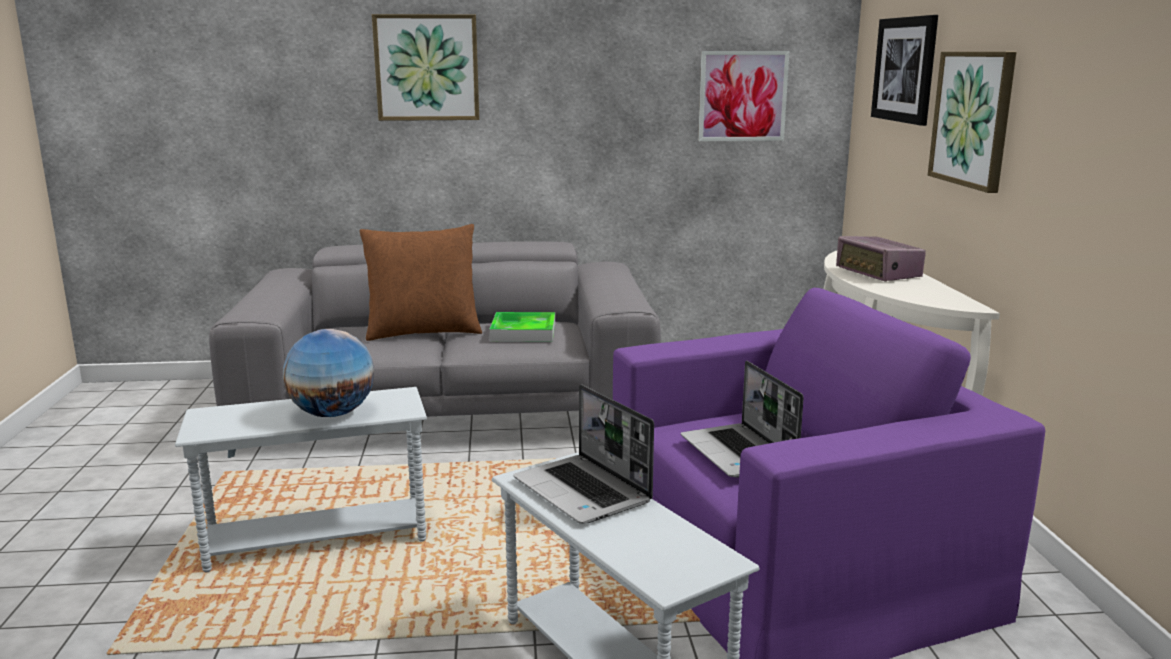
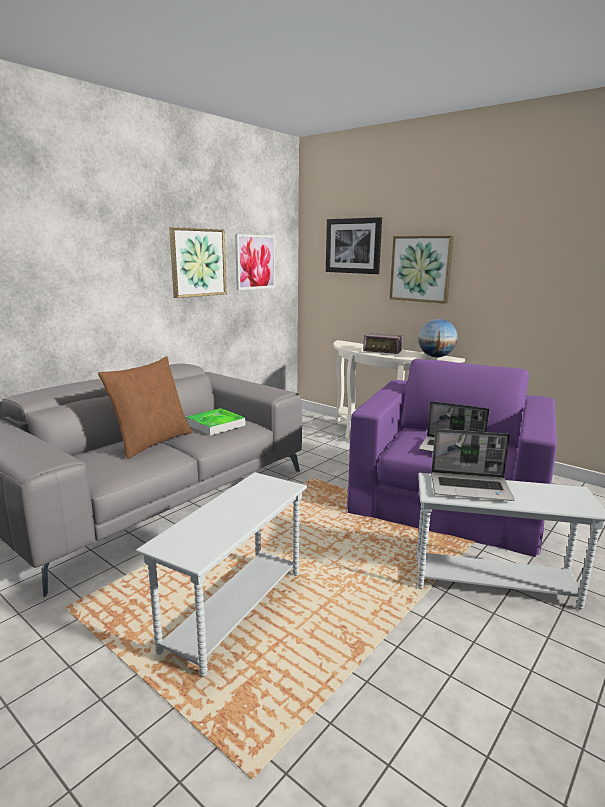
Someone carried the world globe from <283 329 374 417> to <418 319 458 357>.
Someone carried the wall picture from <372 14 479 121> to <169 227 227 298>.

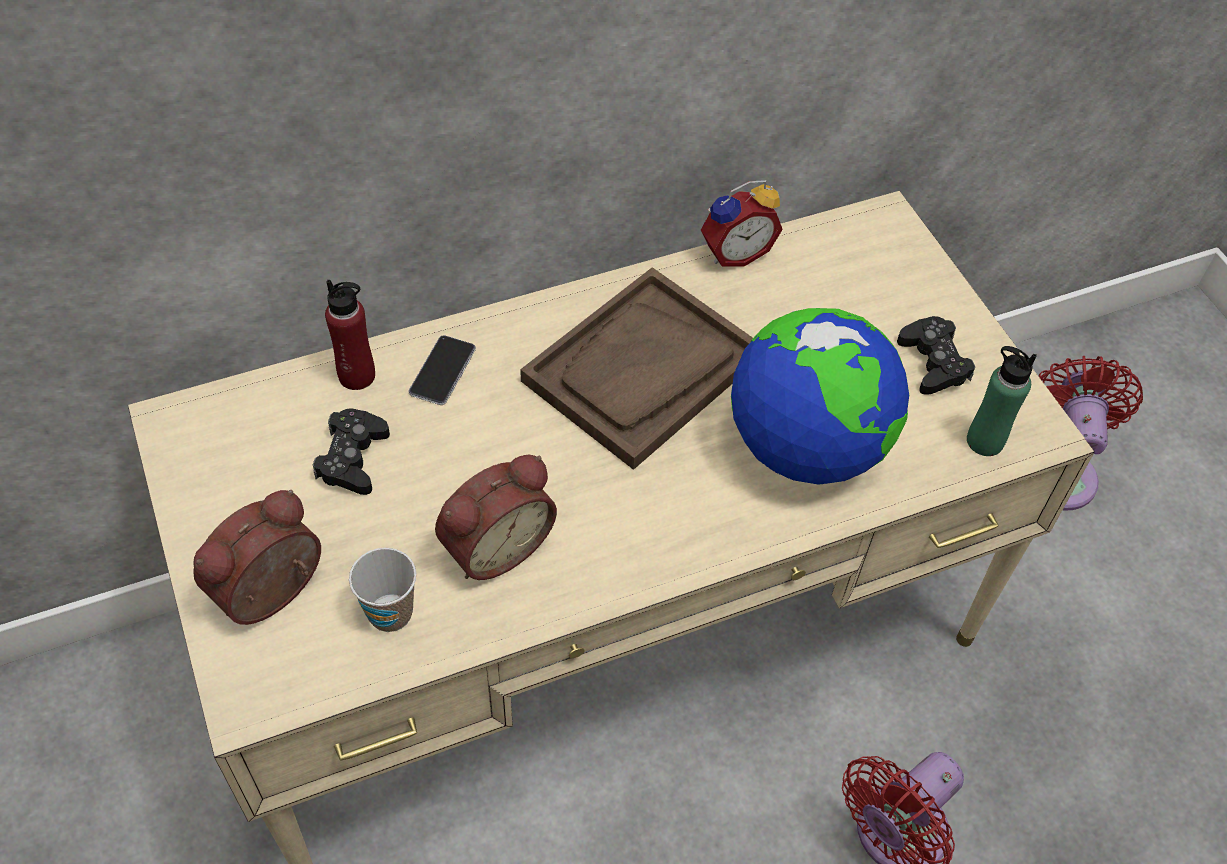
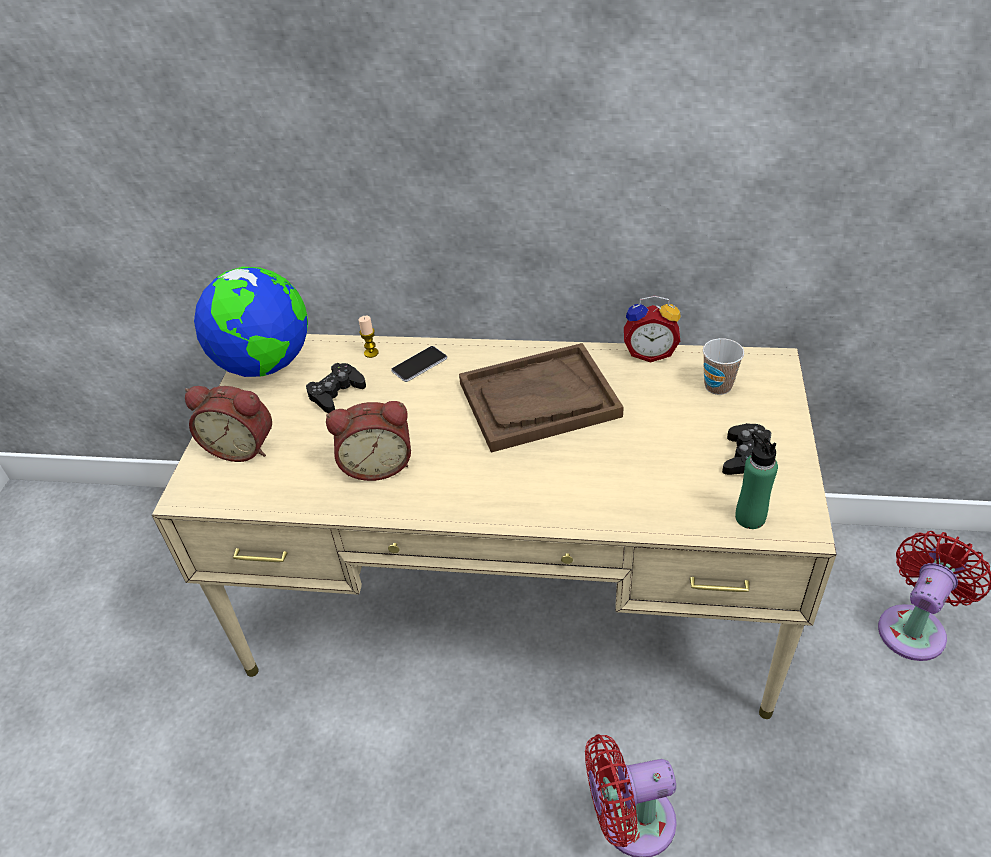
Someone carried the cup from <349 547 416 632> to <703 338 744 395>.
Someone carried the world globe from <731 308 909 485> to <194 267 308 377>.
Someone swapped the reddish drink bottle at <325 280 375 390> for the wax candle at <358 316 379 358>.
Someone rotated the bedside clock at <193 490 321 625> by 150 degrees counterclockwise.

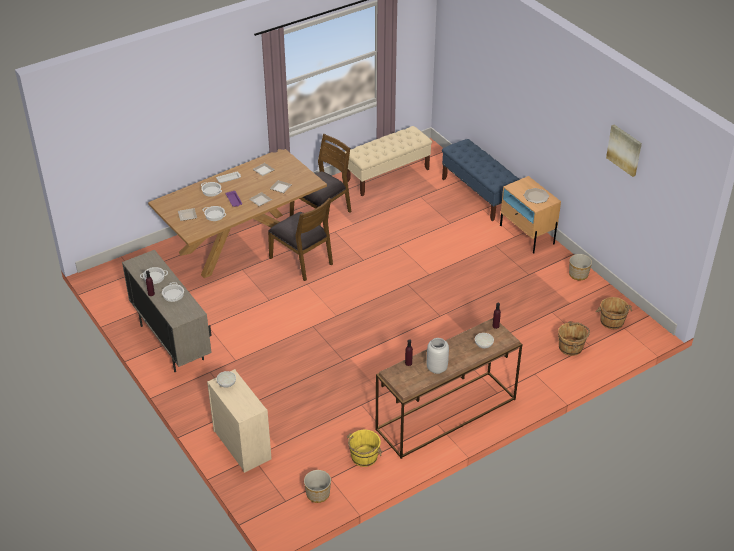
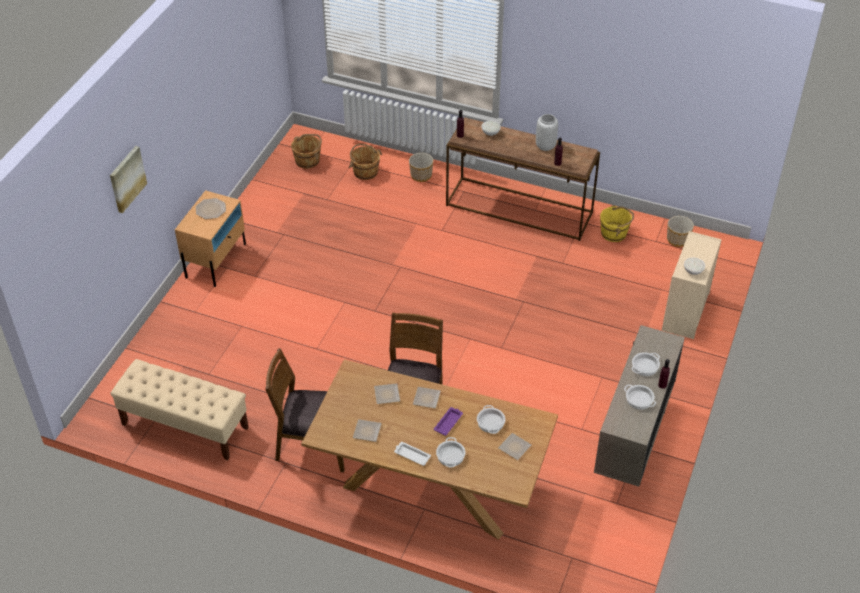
Someone took away the blue bench at <442 139 520 221>.
Someone carried the plant pot from <569 254 592 280> to <409 153 433 182>.
Someone carried the wall picture from <606 124 642 177> to <110 146 147 213>.

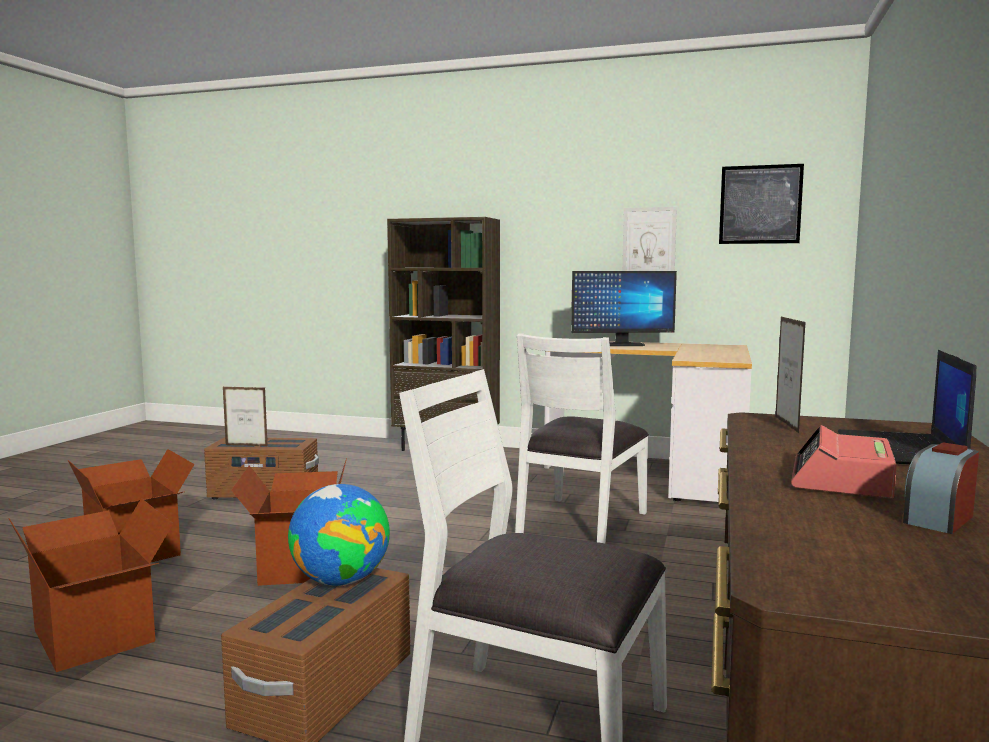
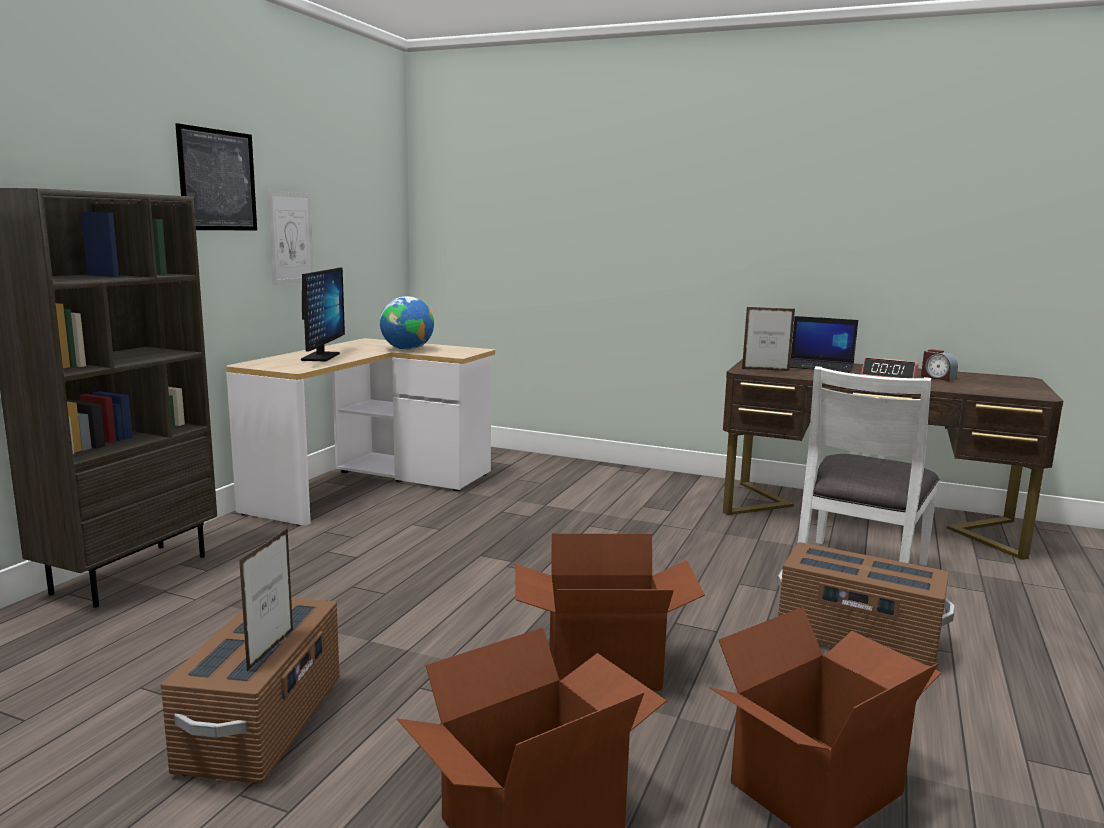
Someone took away the whitish plain chair at <515 333 649 544>.
Someone carried the world globe from <288 484 390 586> to <380 296 434 350>.
Someone carried the wall picture from <719 164 804 244> to <175 123 257 230>.

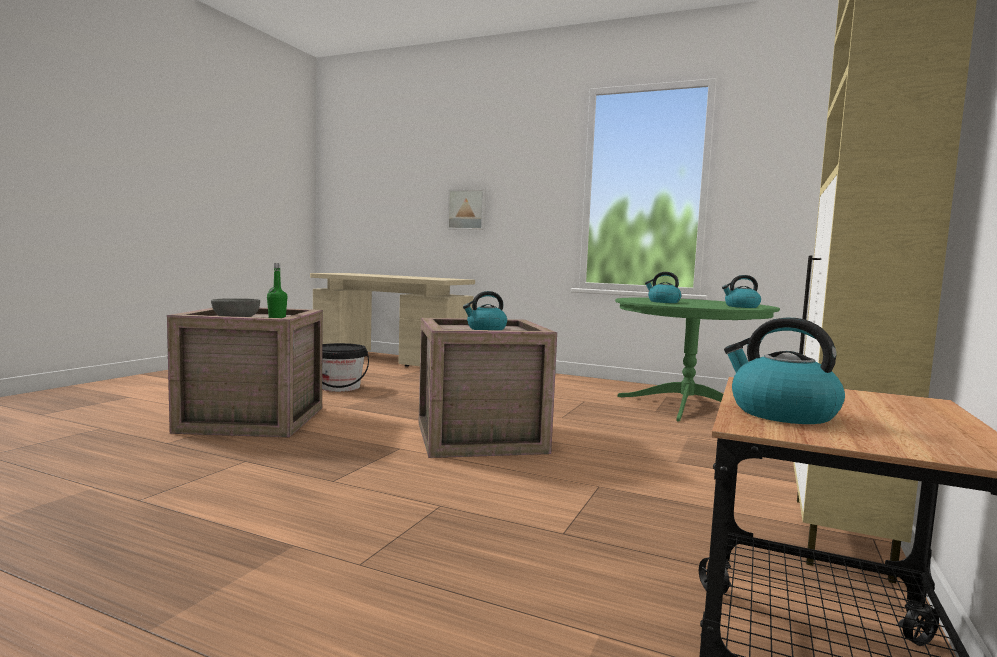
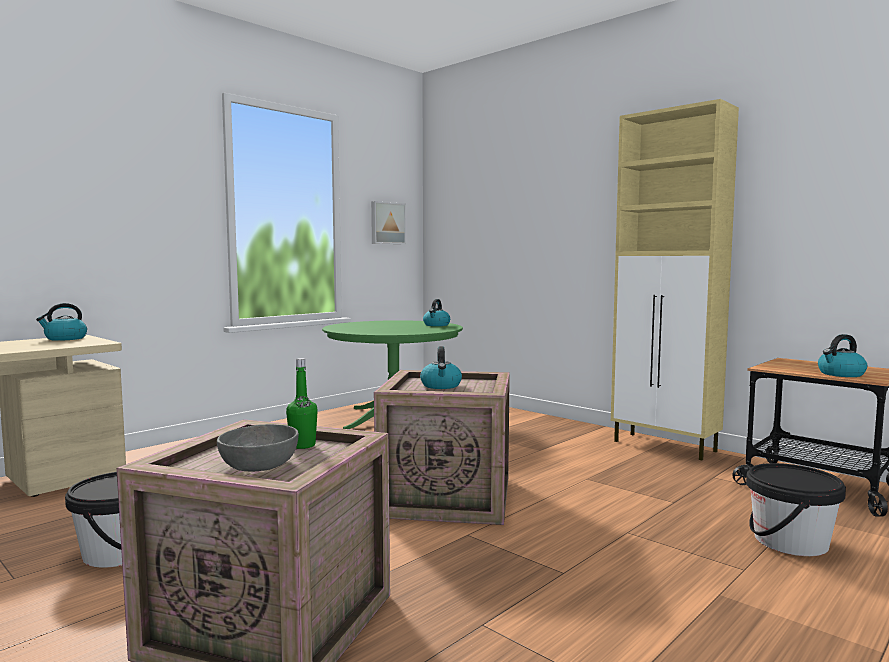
Someone put down the black water bucket at <746 463 846 556>.
Someone carried the wall picture from <447 189 486 230> to <371 201 406 244>.
Someone carried the tea kettle from <645 272 682 303> to <36 303 87 341>.

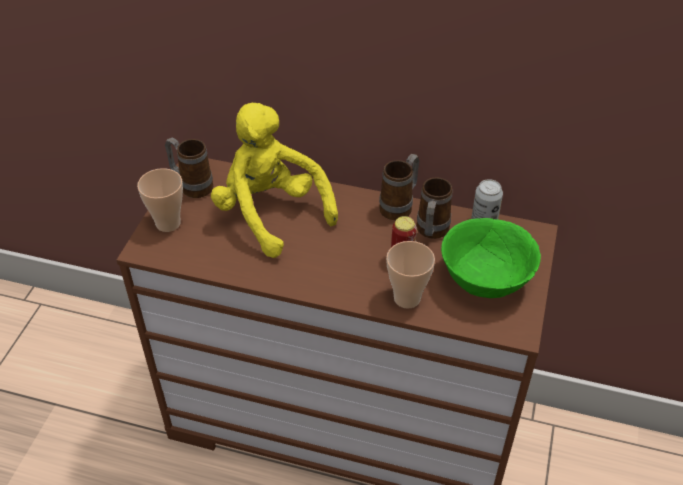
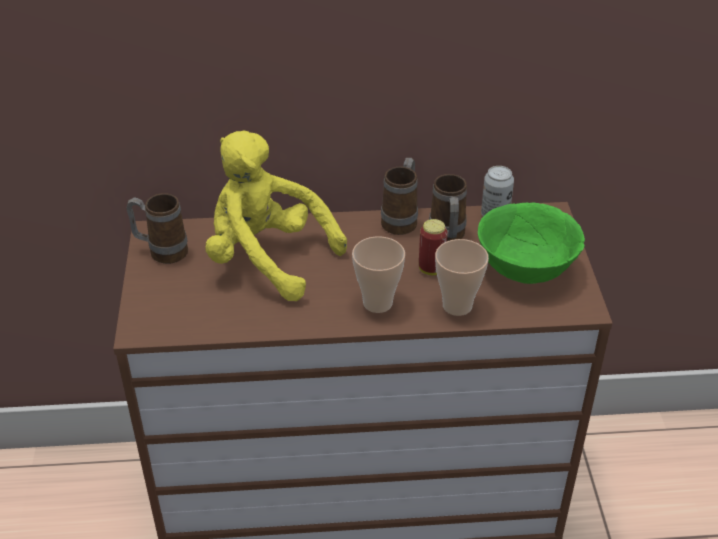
Someone carried the cup from <137 168 183 232> to <352 236 405 313>.

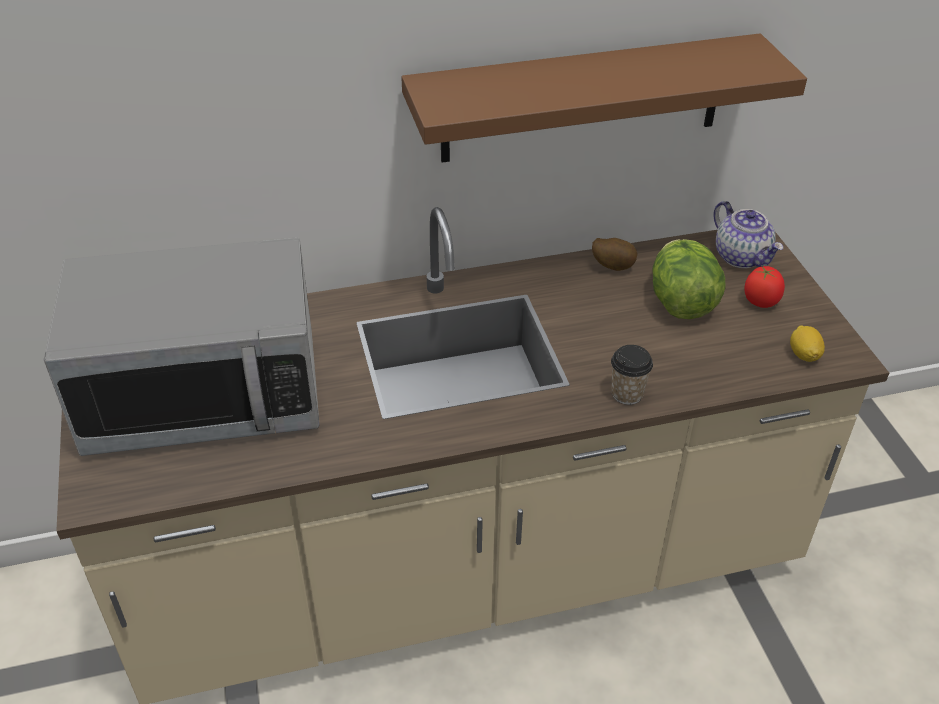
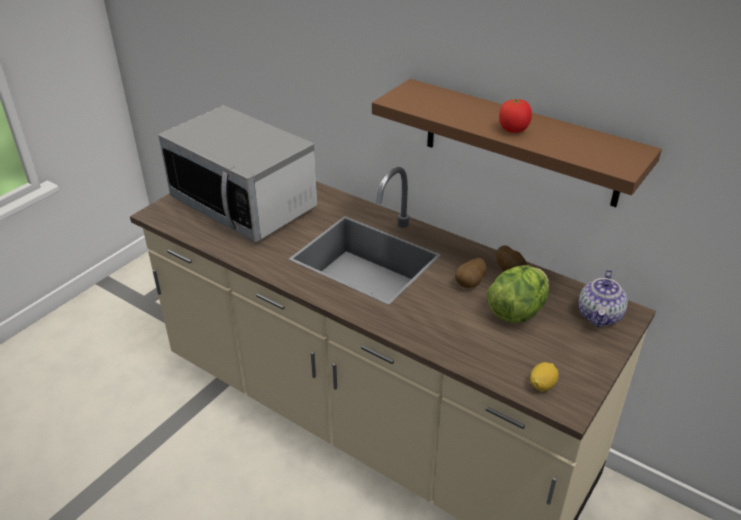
Someone took away the cup at <611 345 653 405>.
Someone put down the potato at <455 258 487 288>.
Someone carried the whole tomato from <744 266 785 308> to <499 98 532 133>.

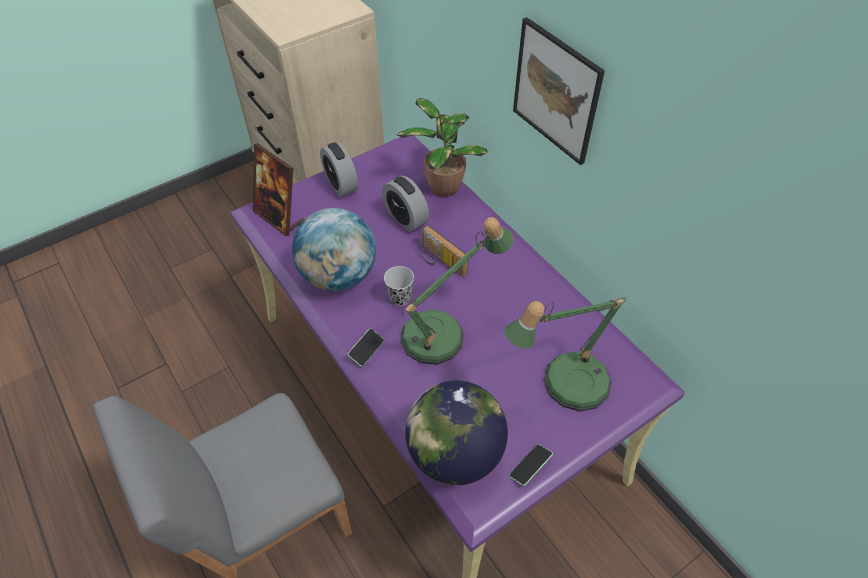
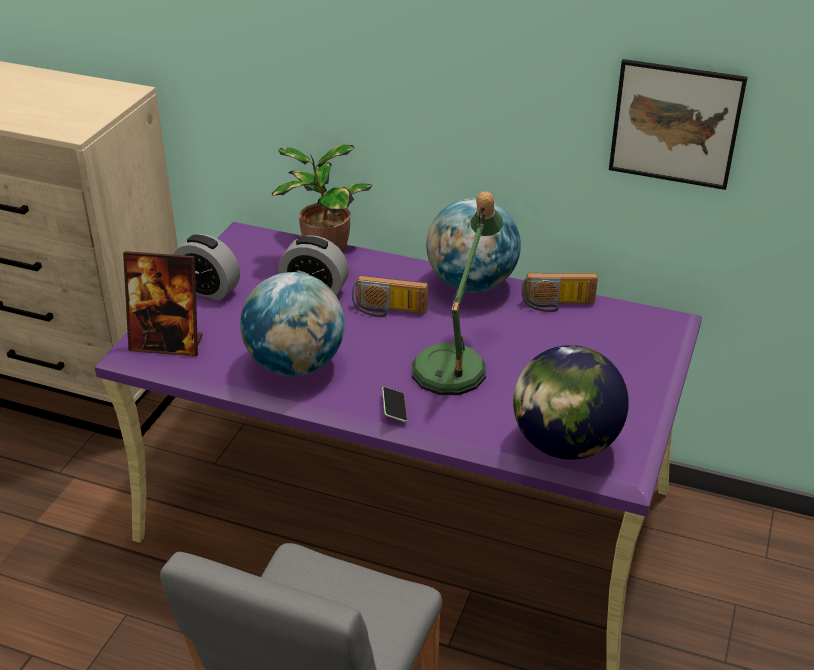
Someone took away the black cup at <384 266 414 306>.
Someone took away the table lamp at <504 298 626 412>.
Someone took away the handset at <509 444 553 486>.
Someone put down the world globe at <426 198 521 293>.
Someone put down the radio at <521 273 598 312>.
Someone carried the wall picture from <513 17 605 165> to <609 59 748 190>.

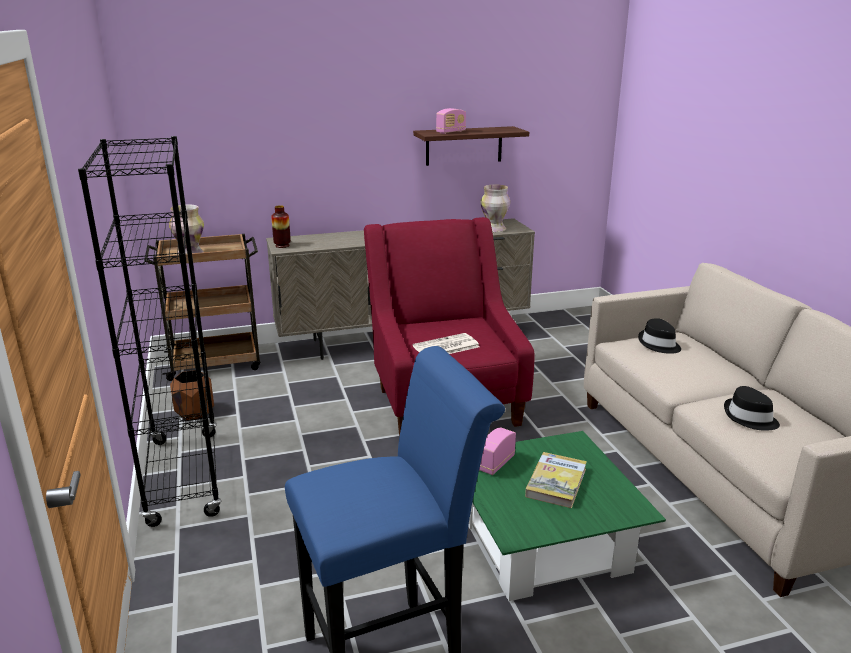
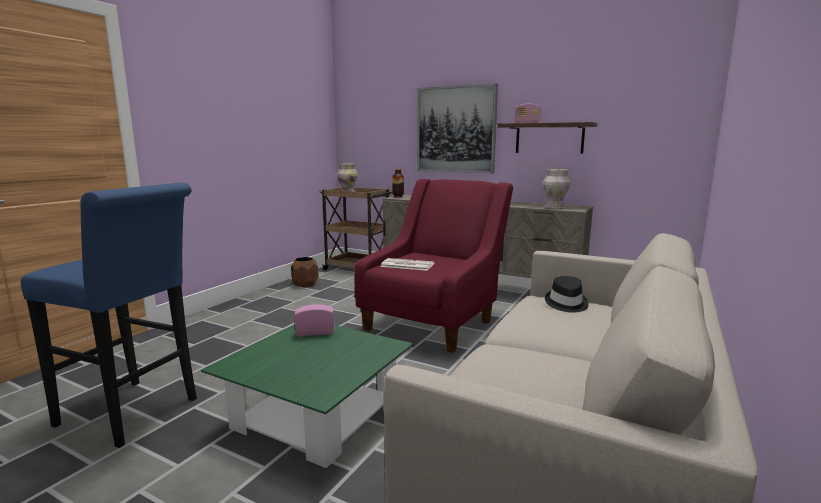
Someone took away the black bookcase at <78 136 222 527>.
Someone took away the bound book at <525 452 587 508>.
Someone took away the black wearable hat at <724 386 780 431>.
Someone put up the wall picture at <417 83 498 173>.

